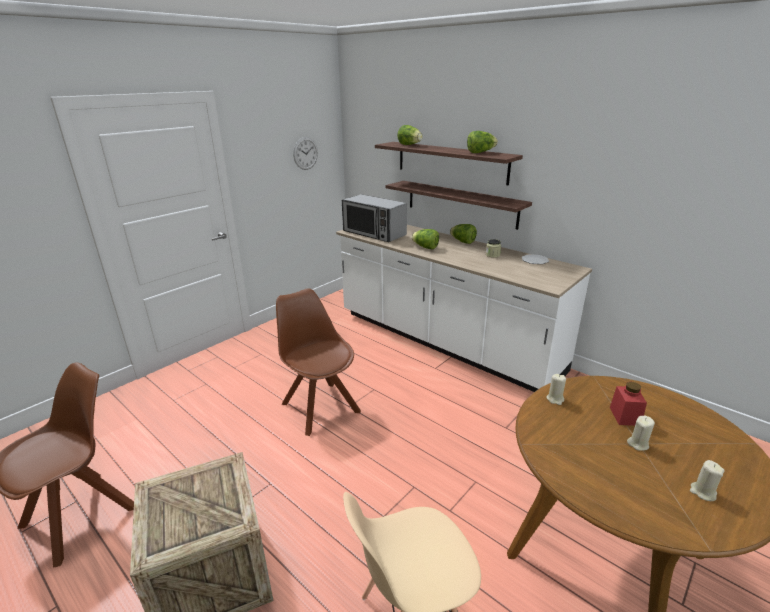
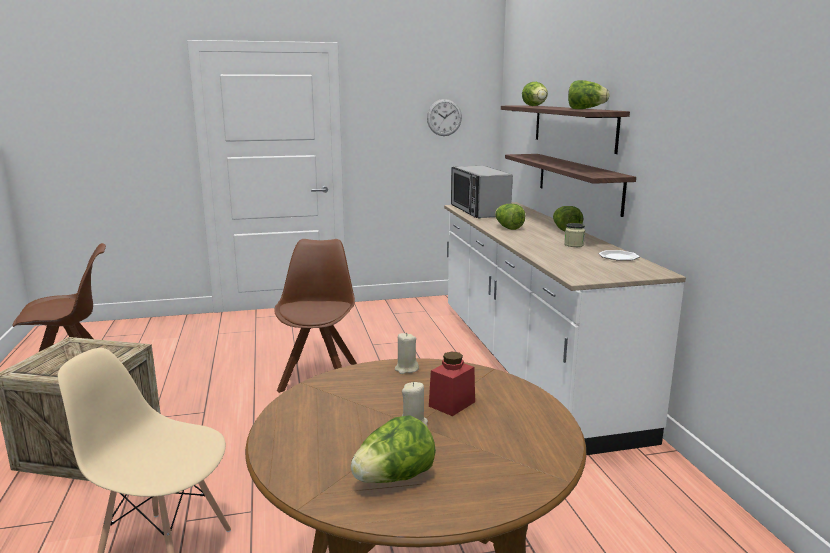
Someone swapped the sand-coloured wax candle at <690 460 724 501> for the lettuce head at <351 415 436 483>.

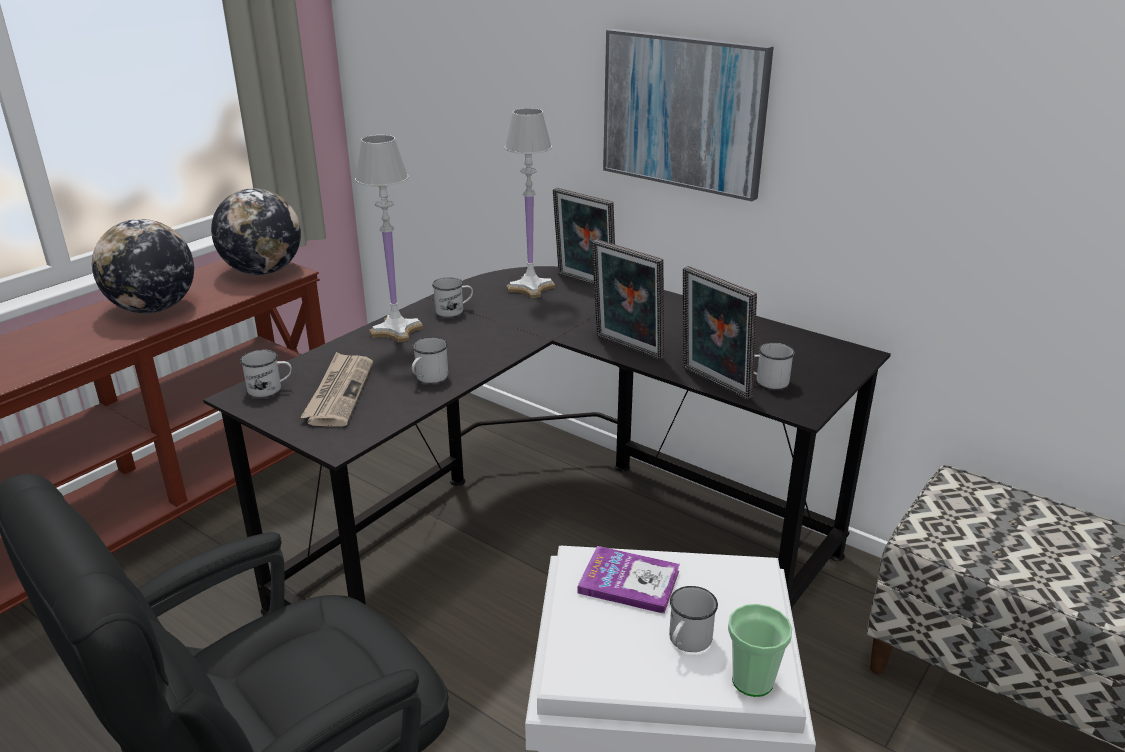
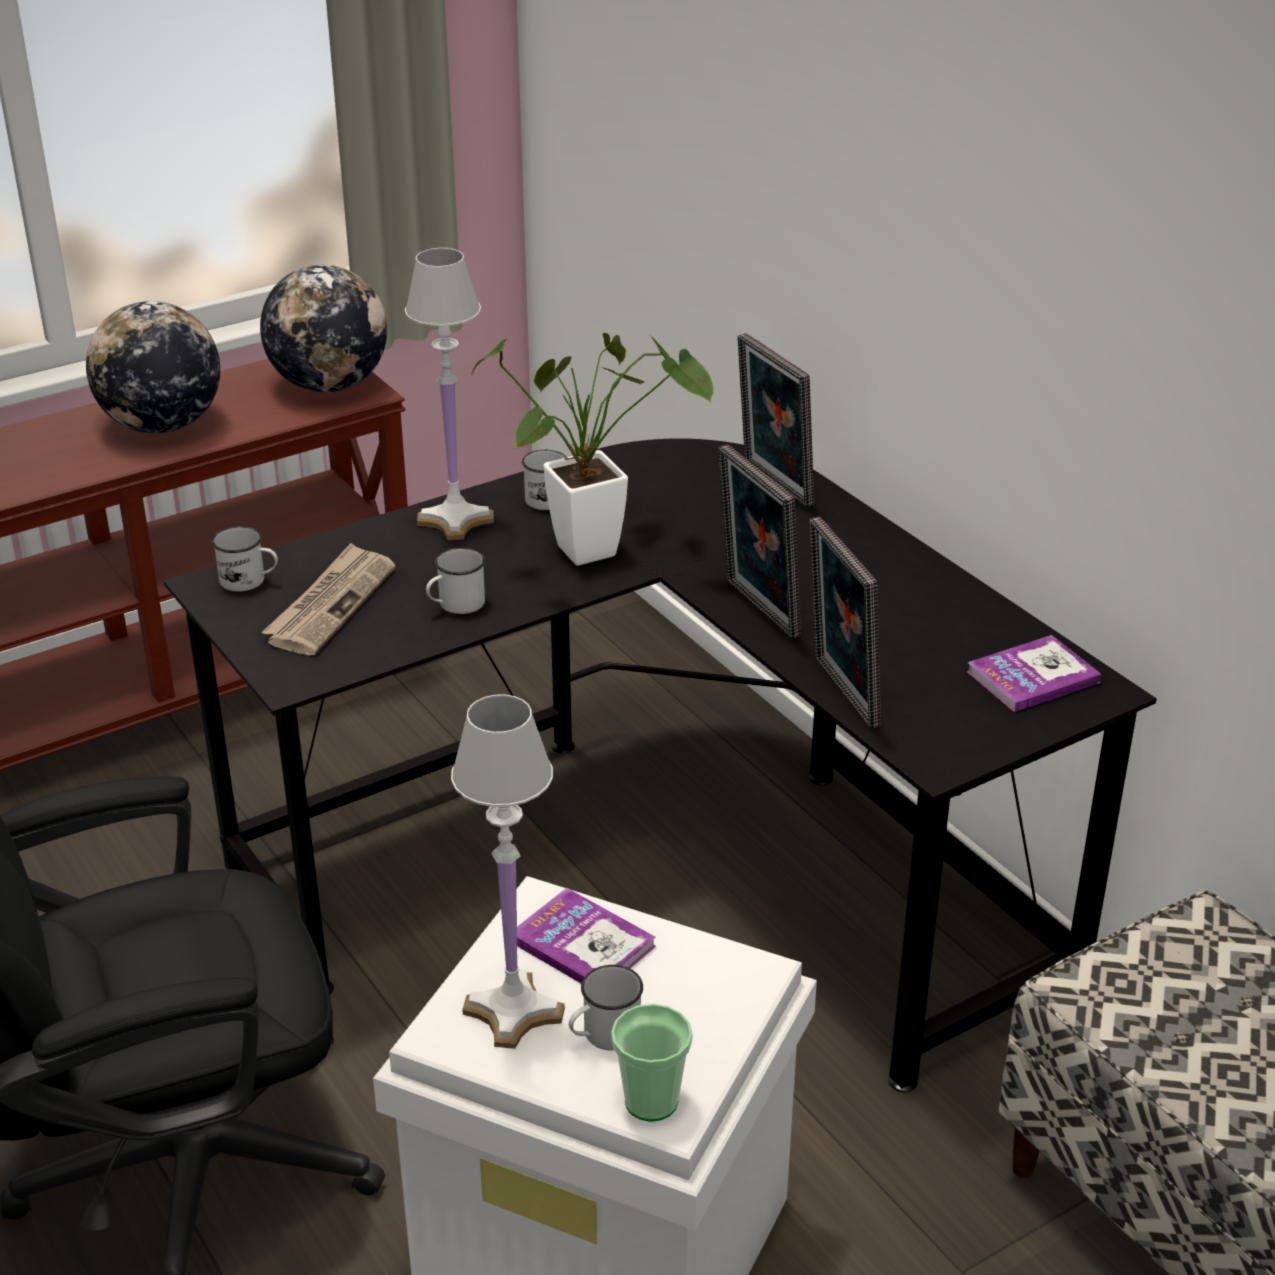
Someone took away the wall picture at <603 29 774 201>.
Someone took away the whitish coffee mug at <754 342 795 389>.
Someone put down the plant in a pot at <471 333 714 566>.
Someone put down the bound book at <966 635 1101 712>.
Someone carried the whitish table lamp from <505 108 555 298> to <451 694 565 1049>.

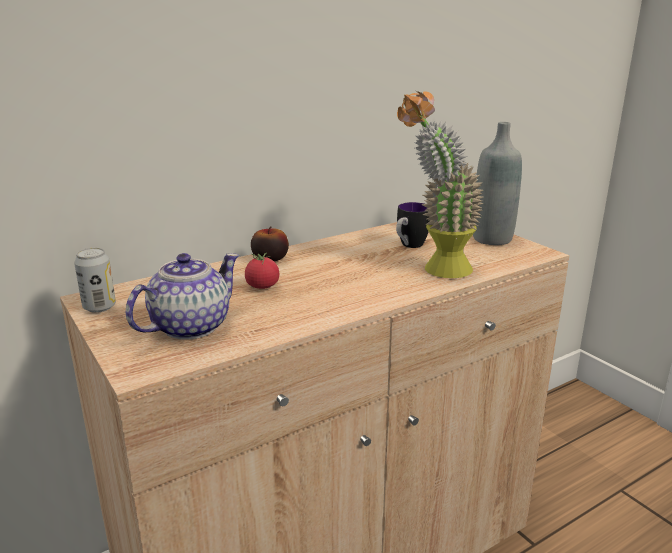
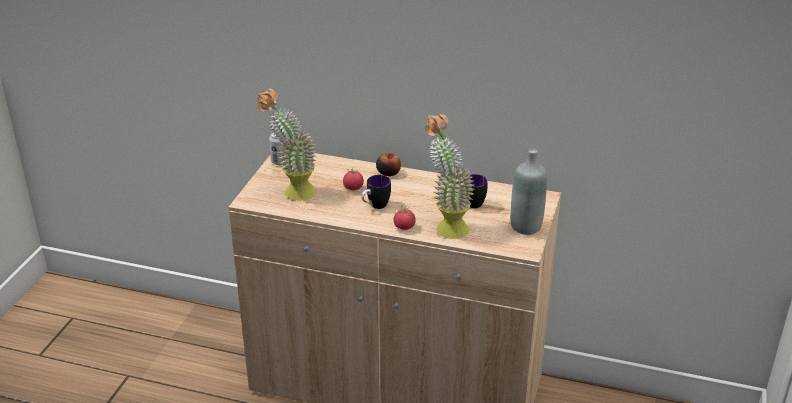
Someone put down the coffee mug at <361 175 391 209>.
Someone put down the whole tomato at <393 206 416 230>.
Someone swapped the teapot at <126 253 239 340> for the plant in a pot at <257 88 317 201>.

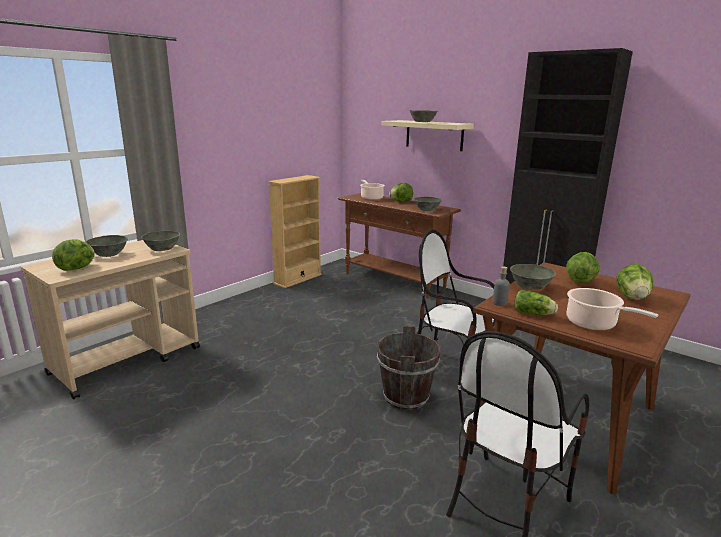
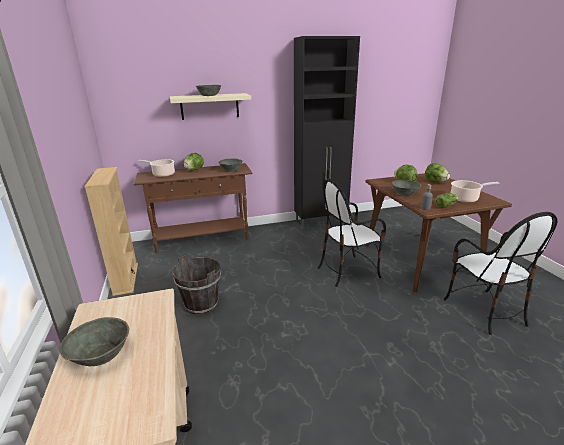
Someone took away the lettuce head at <52 240 95 271>.
Someone took away the grey bowl at <141 231 180 251>.
Someone carried the brownish water bucket from <377 326 441 410> to <172 255 221 315>.

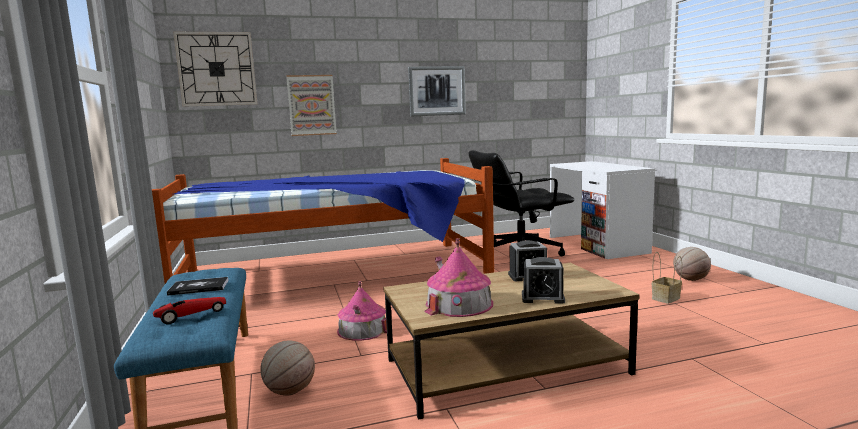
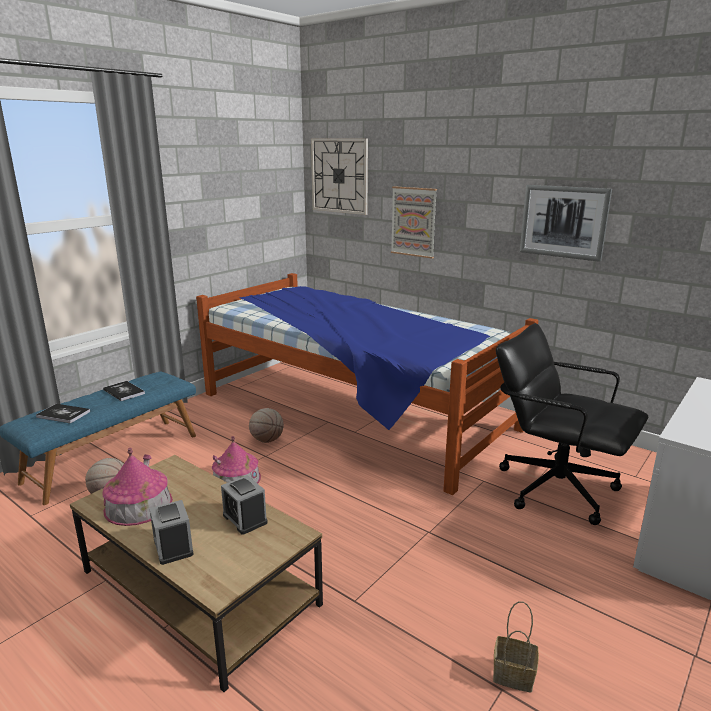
Someone carried the basketball ball from <673 247 711 281> to <249 408 284 443>.
Someone swapped the model car at <153 297 226 325> for the bound book at <36 404 90 424>.

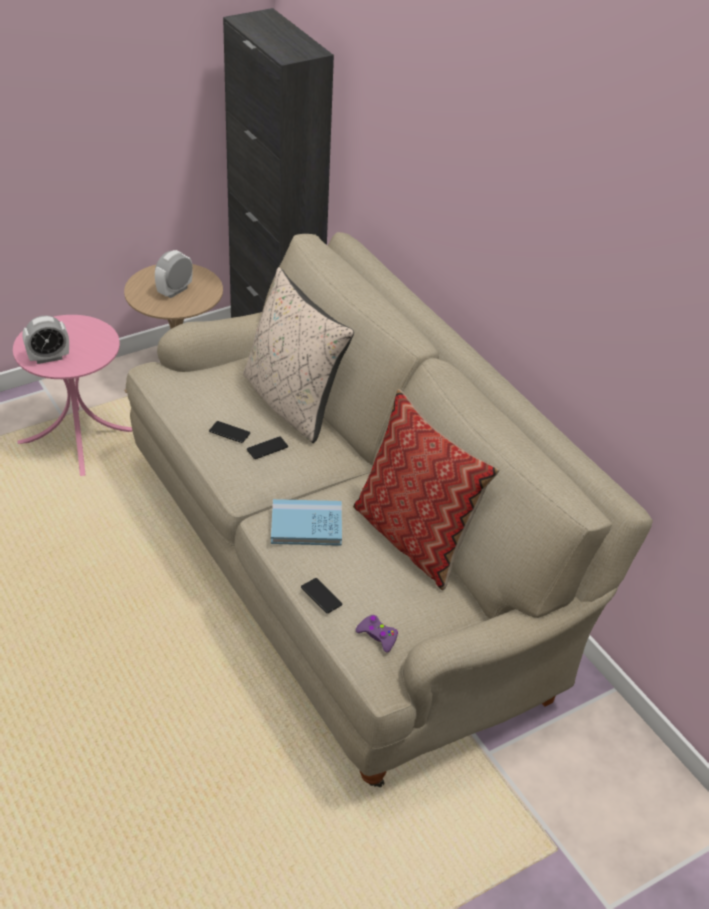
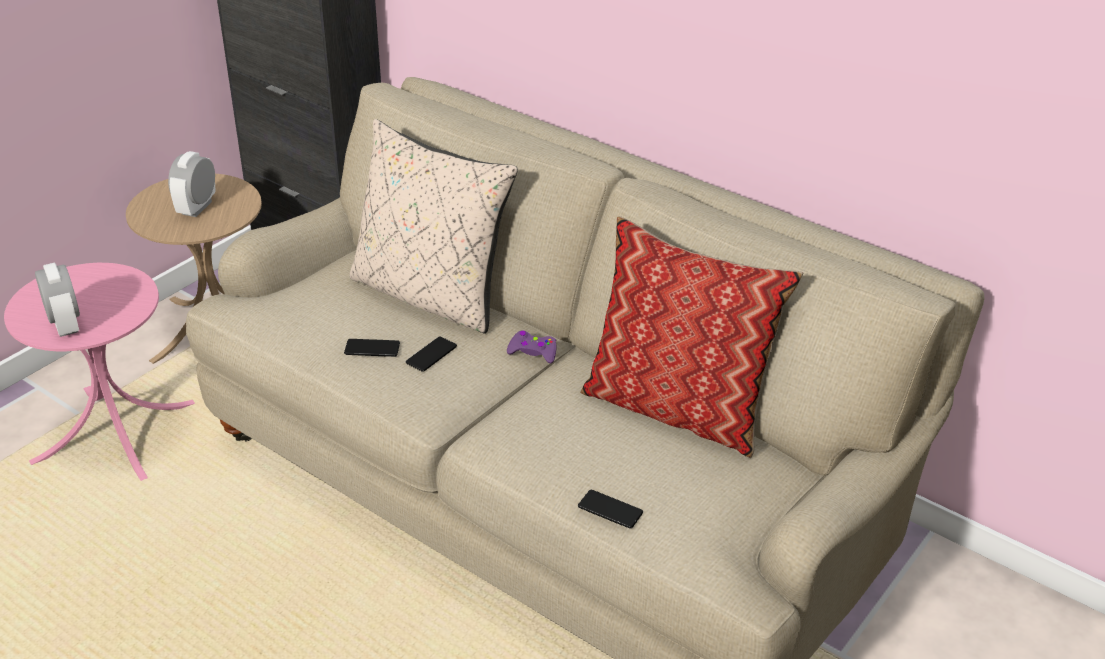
Someone took away the blue bound book at <271 499 342 546>.
Someone carried the purple gamepad from <356 615 398 652> to <507 331 556 363>.
Someone rotated the bedside clock at <23 316 69 364> by 75 degrees counterclockwise.

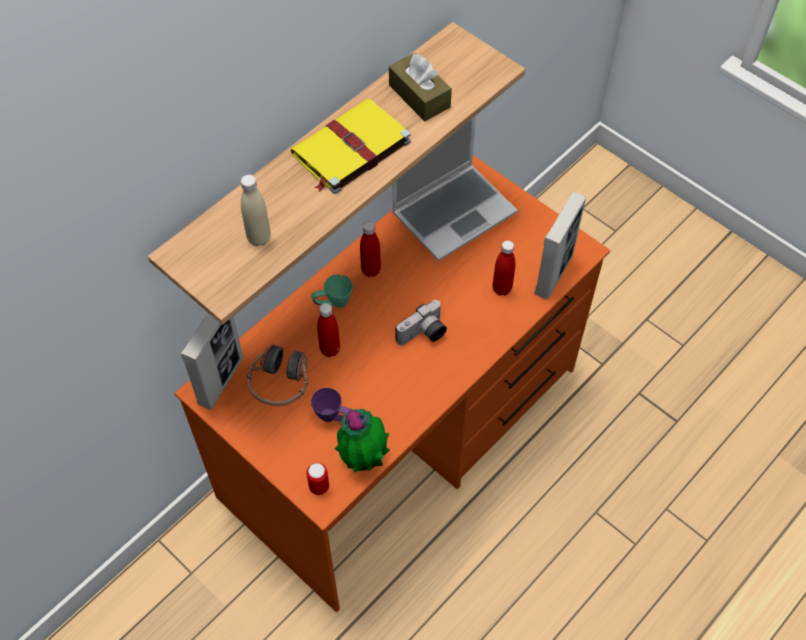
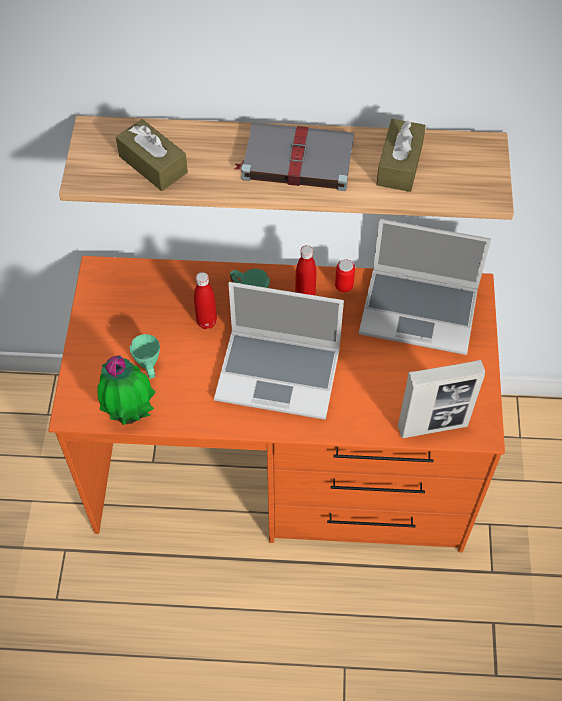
Someone took away the picture frame at <181 313 243 410>.
Someone took away the headphones at <247 344 308 406>.
Someone took away the reddish drink bottle at <492 240 515 296>.
Someone carried the sealed can from <306 463 329 495> to <335 259 355 293>.
Someone swapped the sand-coloured drink bottle at <241 174 271 246> for the brownish box of tissues at <116 119 188 191>.
Someone swapped the photo camera at <395 300 447 345> for the laptop at <214 282 344 420>.
Someone repainted the yellow bound book at <291 98 411 194>, which became the grey bound book at <234 122 354 191>.
Someone repainted the purple coffee mug at <311 388 352 422>, which became the green-coloured coffee mug at <130 334 160 379>.

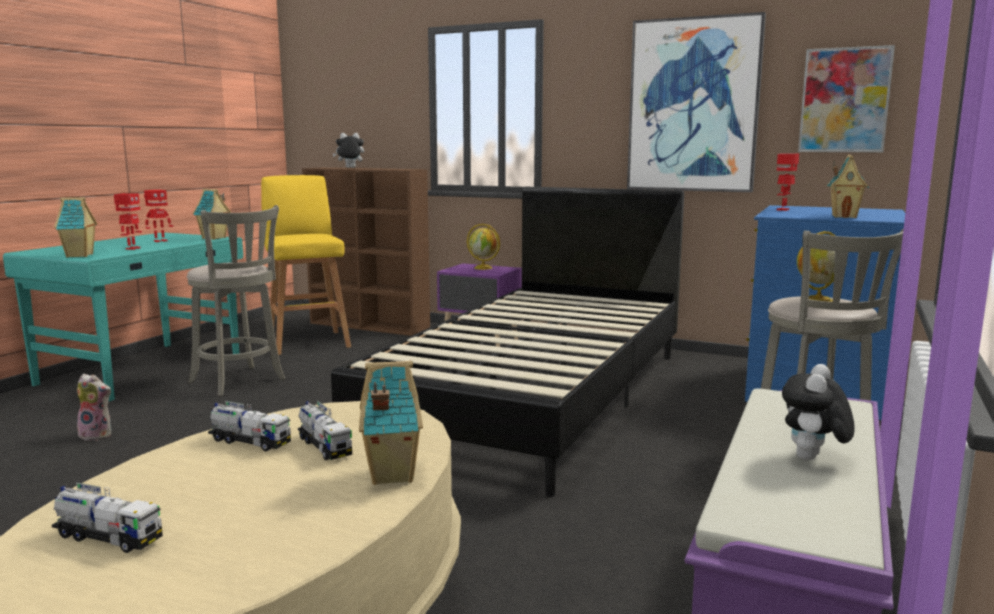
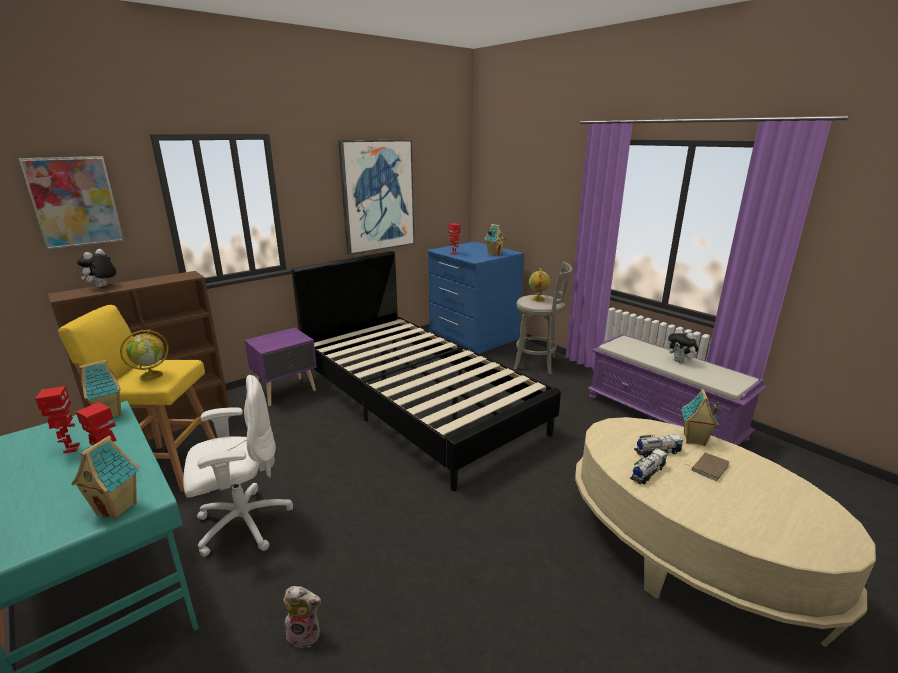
Someone took away the toy lorry at <52 482 163 553>.
Someone put down the brownish bound book at <686 452 729 481>.
Someone carried the world globe from <467 224 500 270> to <120 330 169 381>.
Someone carried the wall picture from <798 45 895 152> to <19 156 124 249>.
Someone swapped the grey sitting stool at <187 205 285 396> for the whitish office chair at <183 375 293 557>.
Someone rotated the cuddly toy at <77 374 112 441> by 60 degrees clockwise.

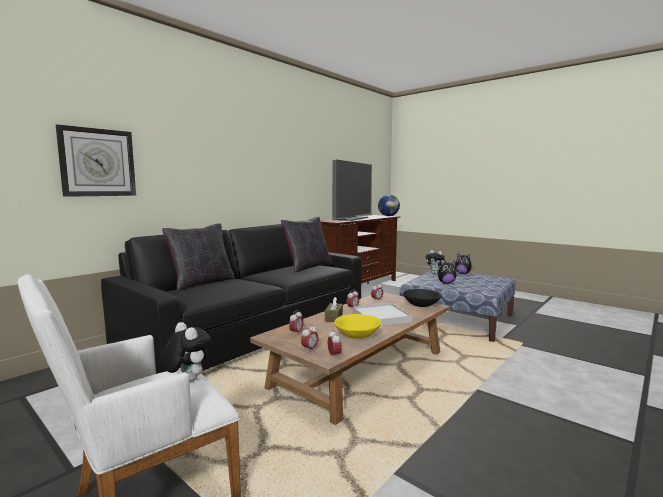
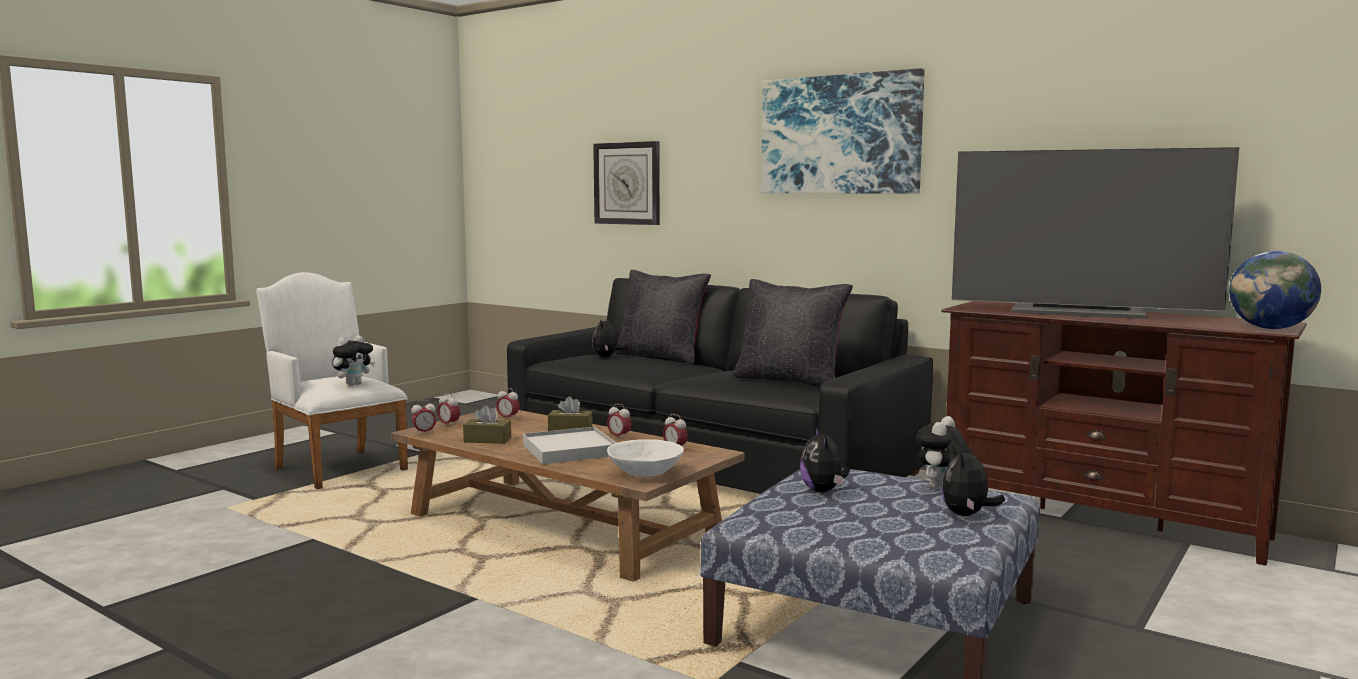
Someone put down the cuddly toy at <592 318 628 357>.
Someone put up the wall picture at <761 68 925 193>.
Someone swapped the yellow bowl at <334 314 381 339> for the brownish box of tissues at <463 405 511 444>.
Someone repainted the black bowl at <403 289 442 307>, which became the whitish bowl at <607 439 684 477>.

